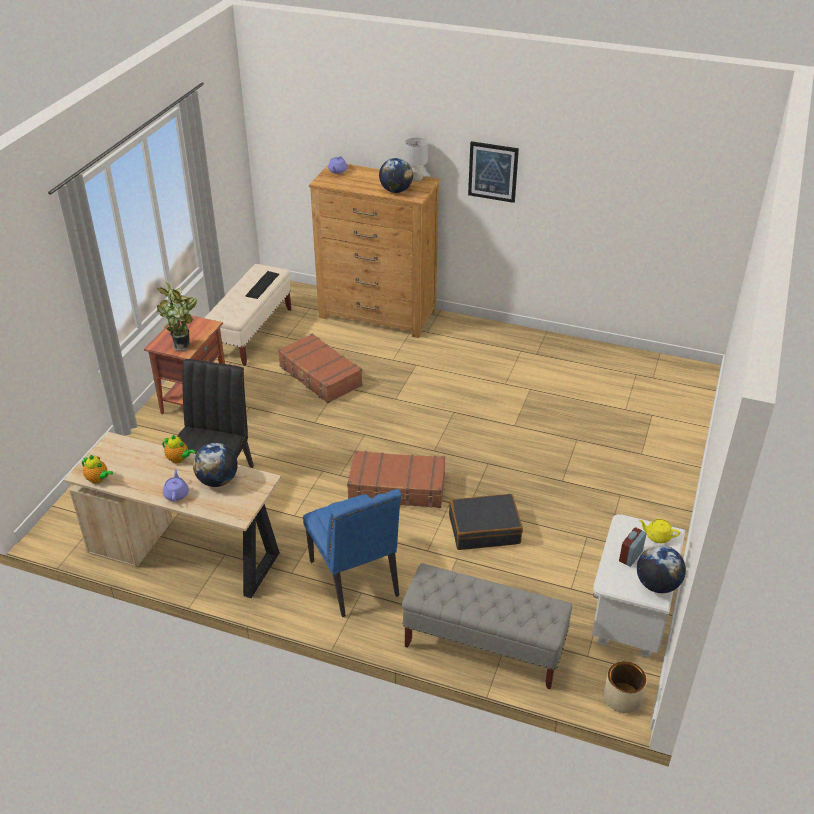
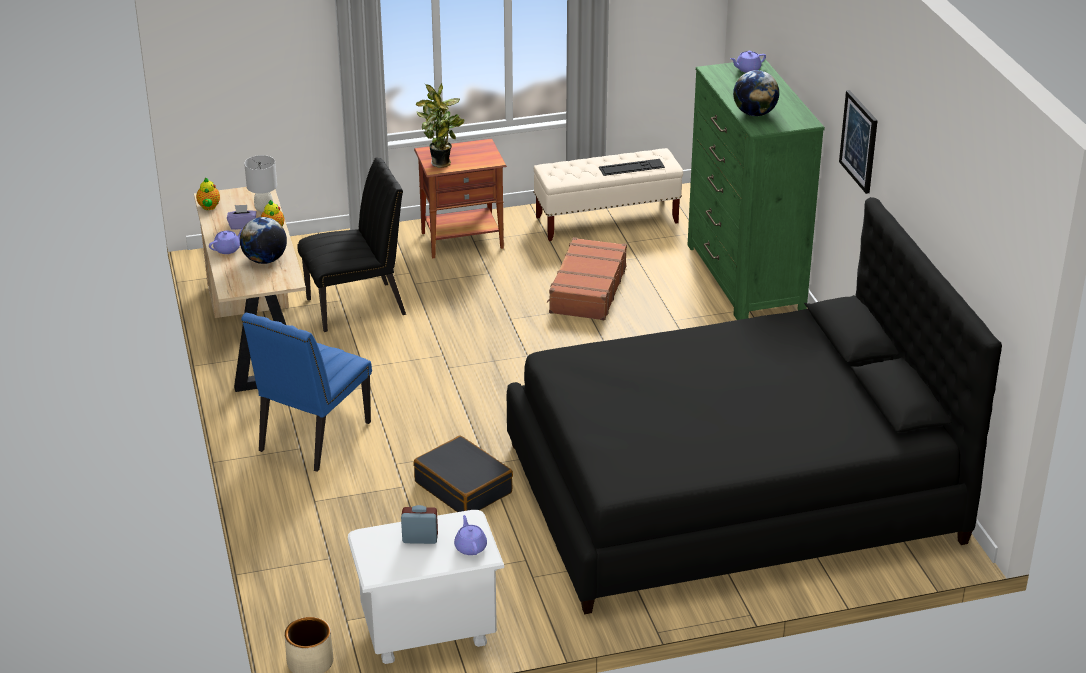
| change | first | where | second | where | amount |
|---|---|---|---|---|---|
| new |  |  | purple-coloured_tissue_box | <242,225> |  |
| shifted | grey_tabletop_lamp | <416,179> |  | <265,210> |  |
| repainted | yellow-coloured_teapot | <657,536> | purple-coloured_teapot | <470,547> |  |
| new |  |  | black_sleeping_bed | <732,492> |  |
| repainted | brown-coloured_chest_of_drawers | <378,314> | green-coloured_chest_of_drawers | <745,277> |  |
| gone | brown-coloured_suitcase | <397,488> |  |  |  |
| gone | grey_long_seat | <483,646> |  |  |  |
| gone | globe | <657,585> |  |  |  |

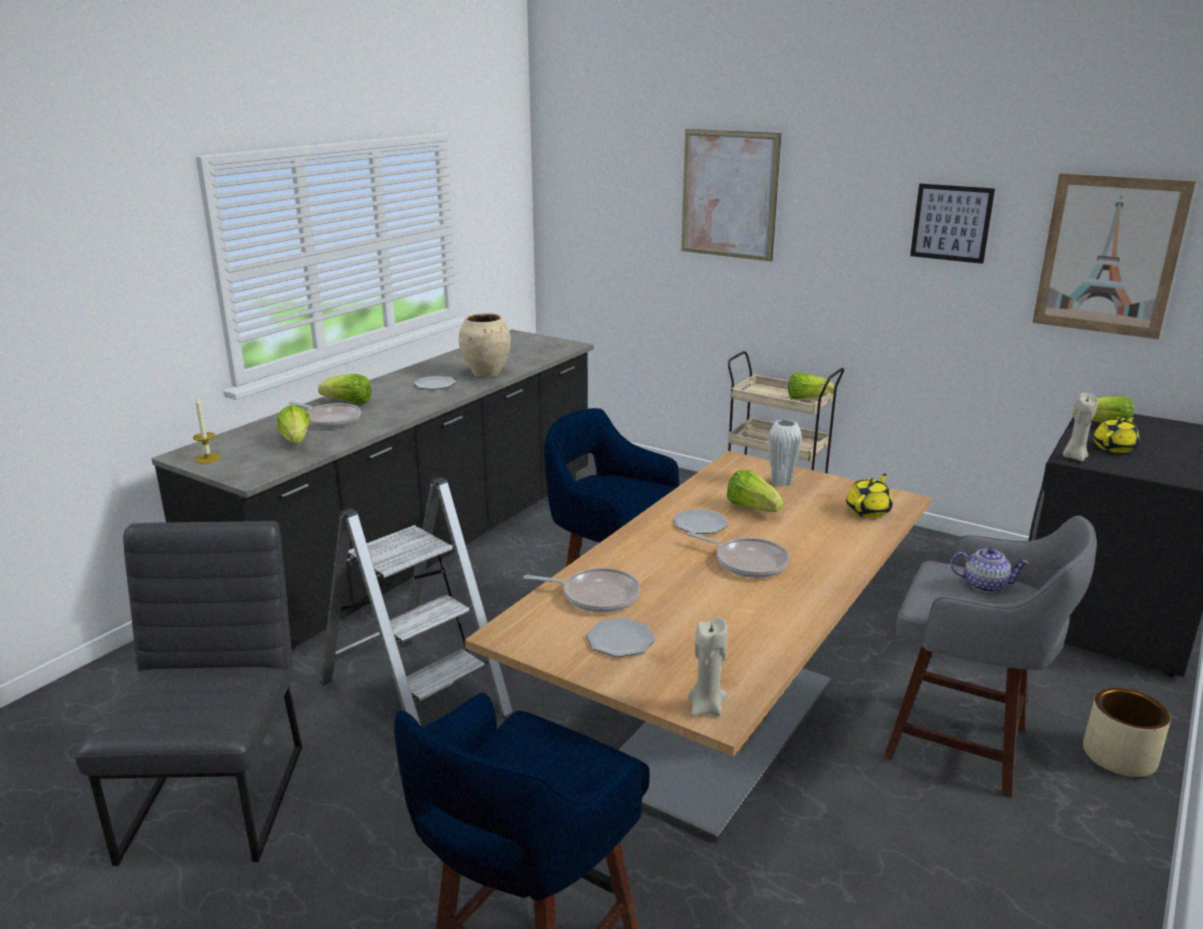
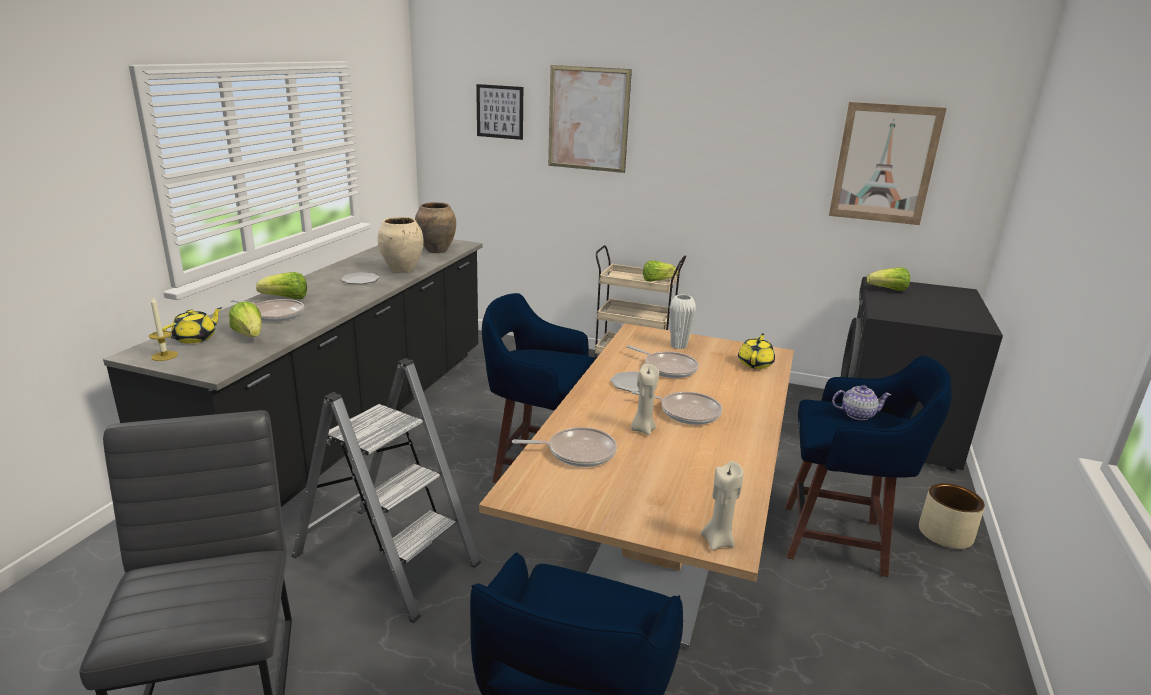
| change | first | where | second | where | amount |
|---|---|---|---|---|---|
| shifted | yellow-coloured_teapot | <1114,447> |  | <196,338> |  |
| new |  |  | brown-coloured_vase | <437,250> |  |
| shifted | wall_picture | <951,223> |  | <500,111> |  |
| swapped | head_of_lettuce | <752,508> | skillet | <667,368> |  |
| shifted | beige_wax_light | <1074,457> |  | <642,429> |  |
| repainted | grey_stool | <963,746> | bluish_stool | <839,541> |  |
| gone | dinner_plate | <621,640> |  |  |  |

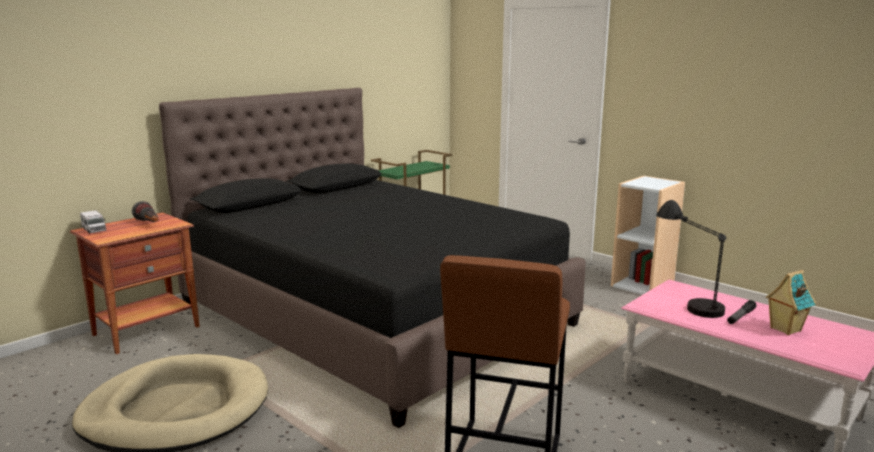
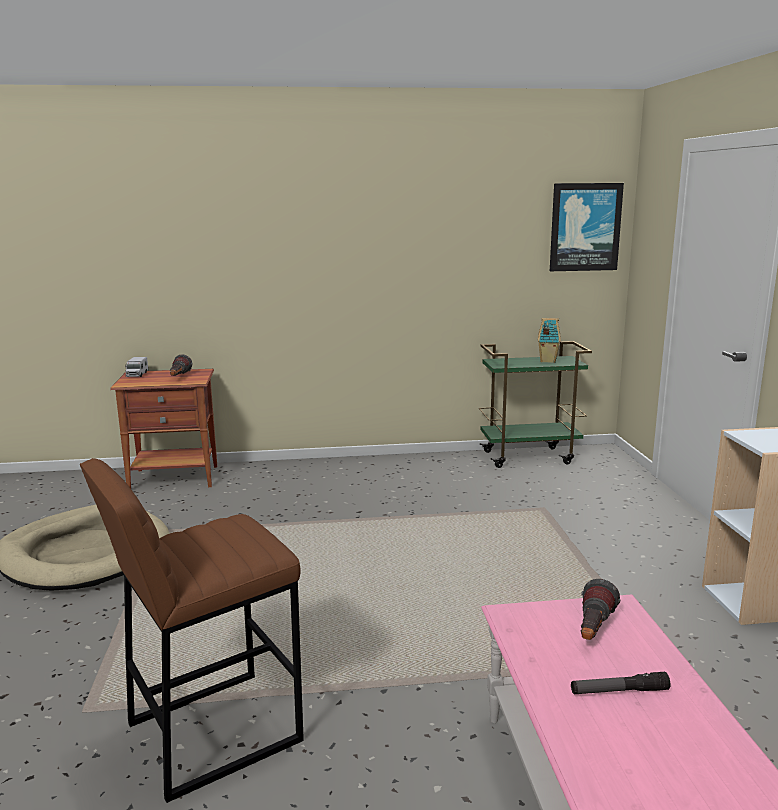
| change | first | where | second | where | amount |
|---|---|---|---|---|---|
| shifted | model_house | <784,329> |  | <547,361> |  |
| new |  |  | wall_picture | <585,227> |  |
| swapped | black_tabletop_lamp | <686,298> | torch | <593,630> |  |
| gone | black_sleeping_bed | <374,315> |  |  |  |

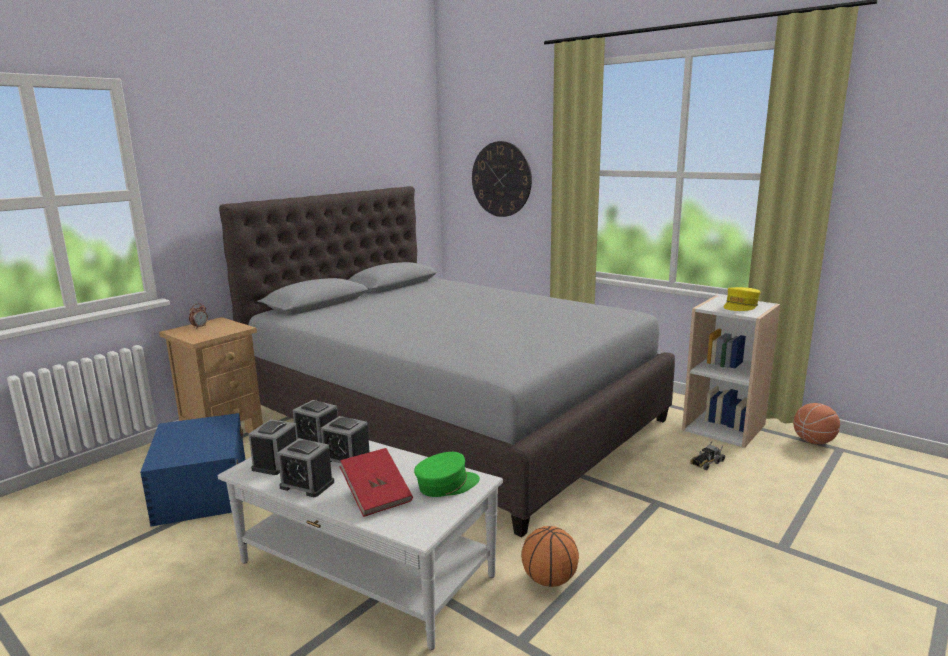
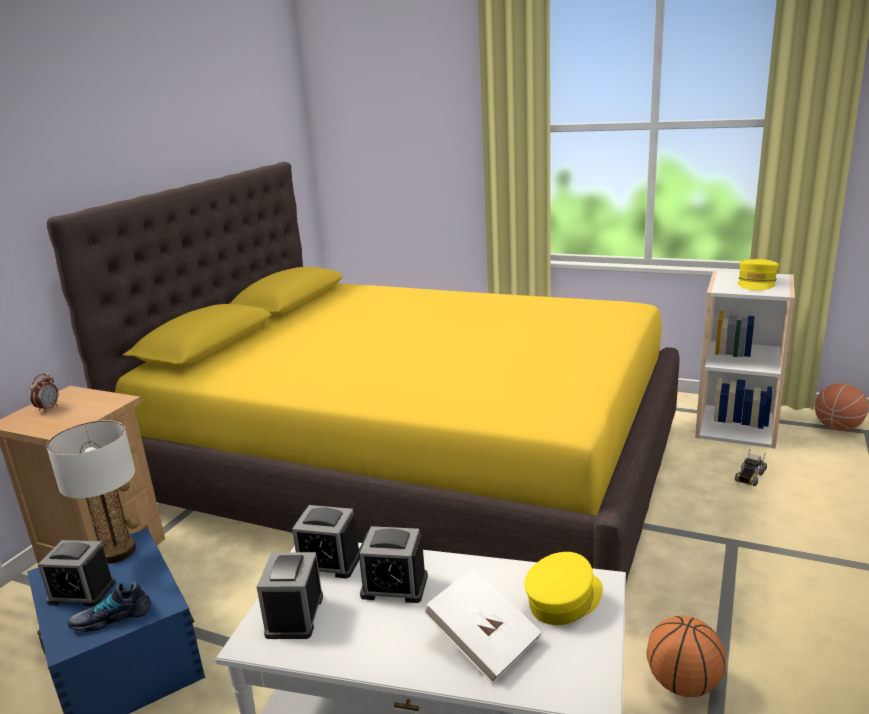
| change | first | where | second | where | amount |
|---|---|---|---|---|---|
| shifted | table_clock | <307,485> |  | <81,592> |  |
| new |  |  | tabletop_lamp | <117,551> |  |
| repainted | grey_sleeping_bed | <450,415> | yellow-coloured_sleeping_bed | <411,466> |  |
| new |  |  | item_of_footwear | <112,617> |  |
| repainted | red-coloured_bound_book | <377,496> | white_bound_book | <484,642> |  |
| repainted | green-coloured_baseball_cap | <446,485> | yellow-coloured_baseball_cap | <564,600> |  |
| gone | wall_clock | <501,179> |  |  |  |

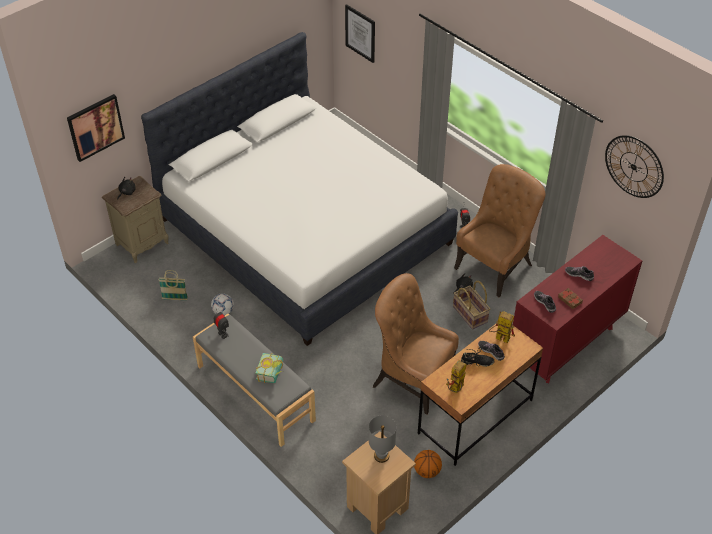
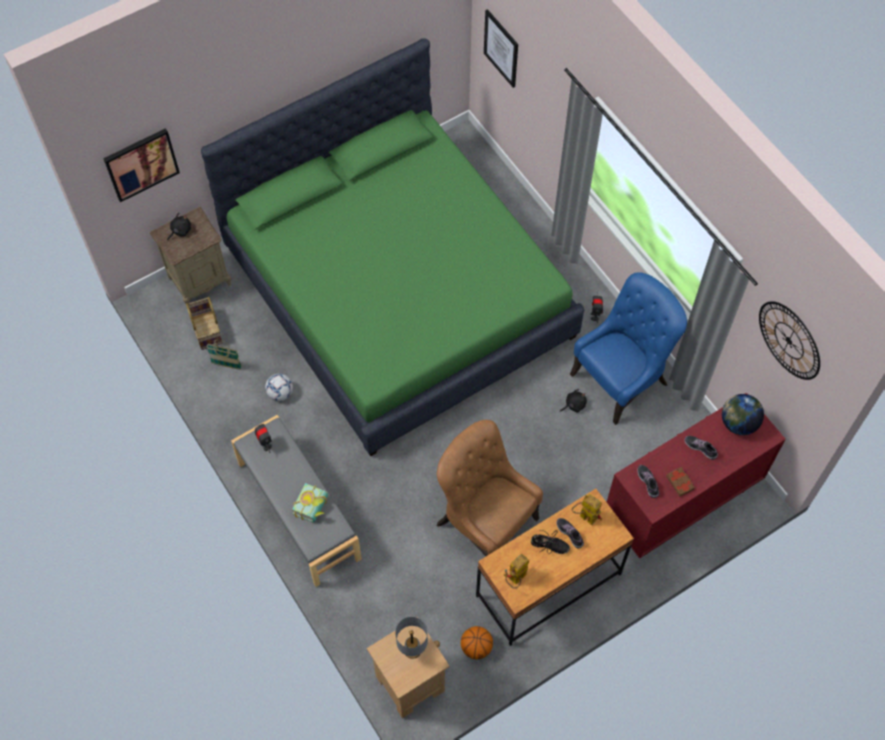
| change | first | where | second | where | amount |
|---|---|---|---|---|---|
| shifted | household_basket | <470,314> |  | <207,330> |  |
| repainted | white_sleeping_bed | <305,231> | green-coloured_sleeping_bed | <398,291> |  |
| repainted | brown-coloured_plain_chair | <494,266> | bluish_plain_chair | <620,379> |  |
| new |  |  | globe | <738,423> |  |

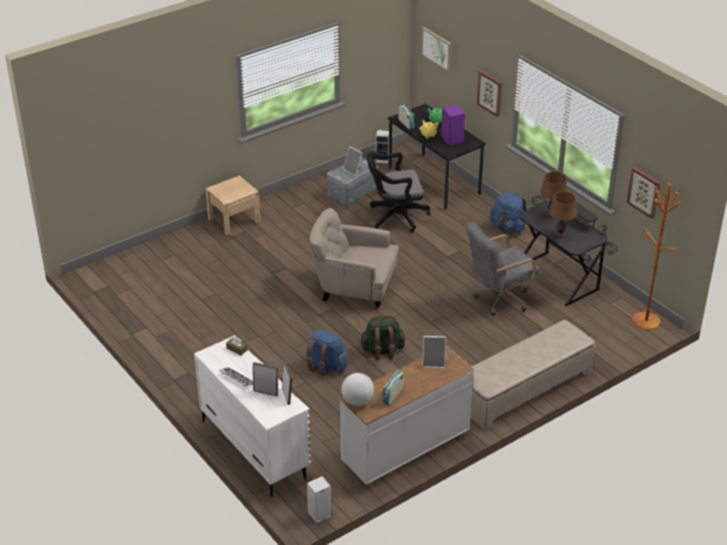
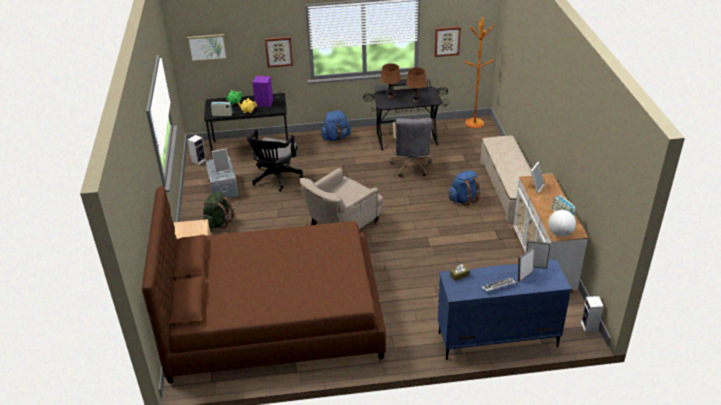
| change | first | where | second | where | amount |
|---|---|---|---|---|---|
| new |  |  | brown-coloured_sleeping_bed | <273,317> |  |
| shifted | green-coloured_knapsack | <382,351> |  | <218,222> |  |
| repainted | white_chest_of_drawers | <254,449> | bluish_chest_of_drawers | <497,339> |  |
| shifted | bluish_knapsack | <326,366> |  | <464,199> |  |

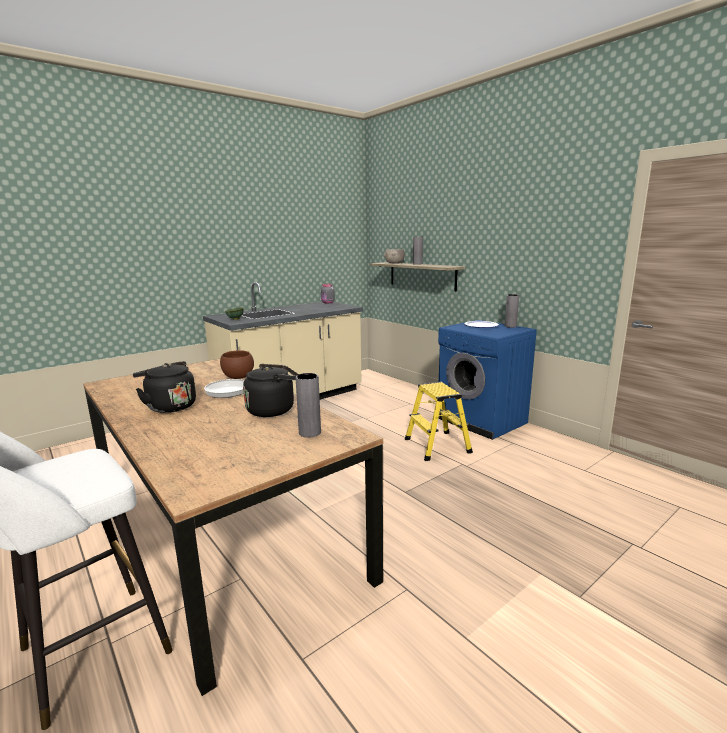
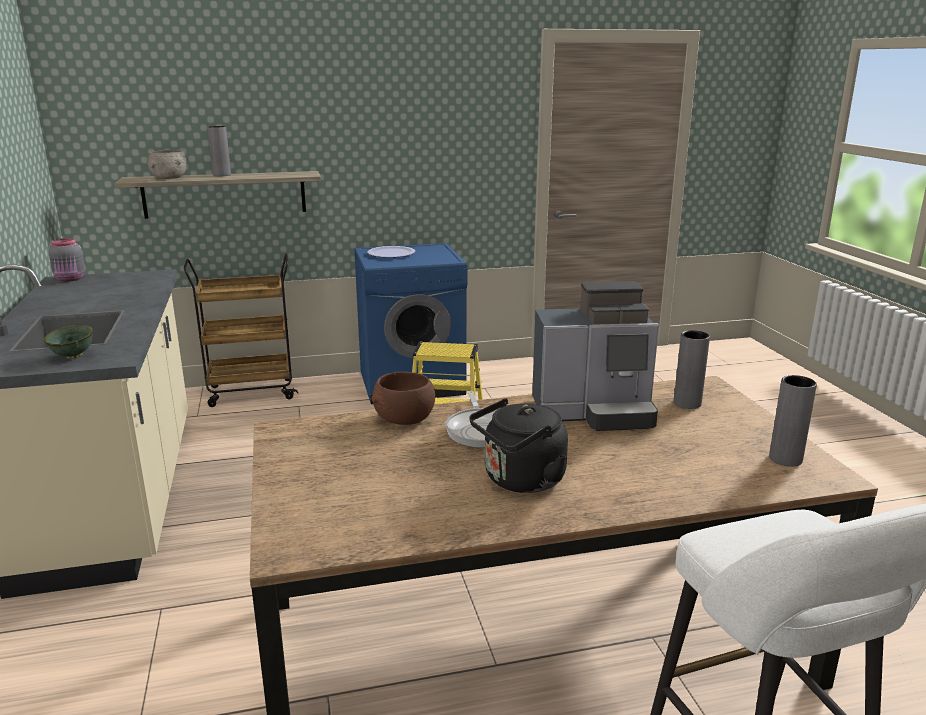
| change | first | where | second | where | amount |
|---|---|---|---|---|---|
| new |  |  | brown-coloured_wheeled_cart | <252,392> |  |
| swapped | black_water_kettle | <273,410> | coffee_maker | <595,412> |  |
| shifted | grey_vase | <510,326> |  | <785,459> |  |

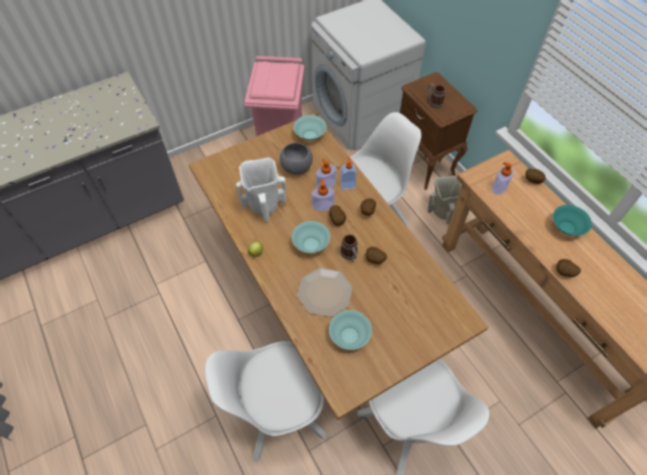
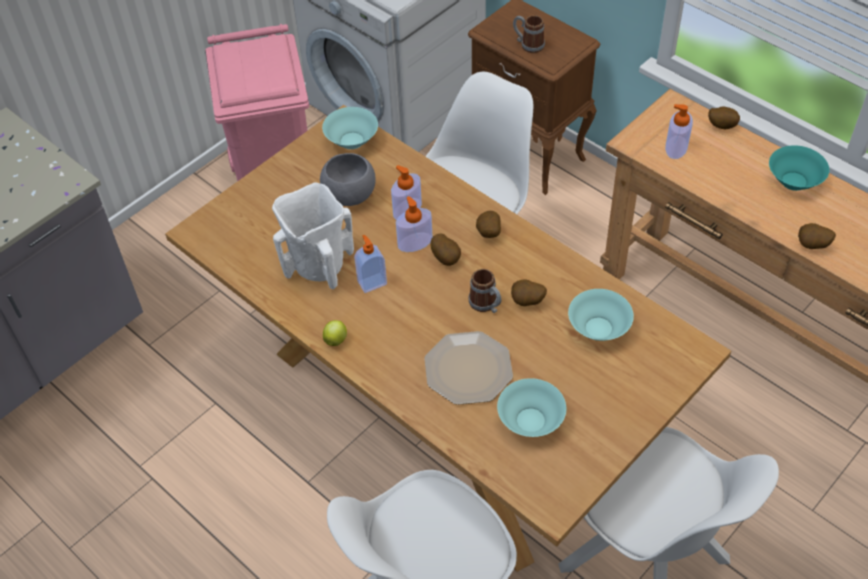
| change | first | where | second | where | amount |
|---|---|---|---|---|---|
| shifted | soap_dispenser | <347,185> |  | <371,282> |  |
| shifted | blue-green_serving_bowl | <311,244> |  | <599,329> |  |
| gone | beige_vase | <443,210> |  |  |  |

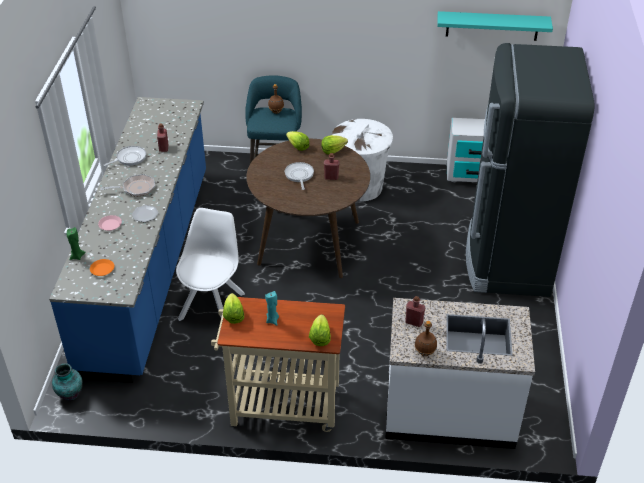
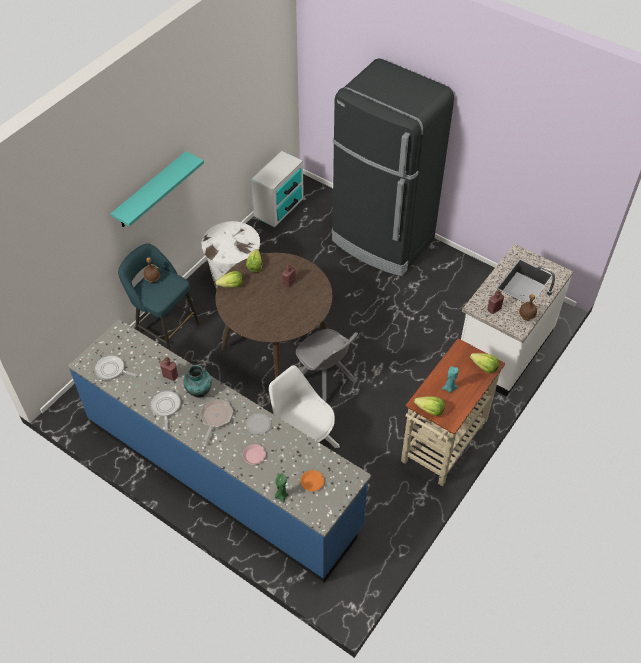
| change | first | where | second | where | amount |
|---|---|---|---|---|---|
| shifted | skillet | <299,175> |  | <111,370> |  |
| shifted | blue-green_wall_shelf | <492,26> |  | <151,191> |  |
| shifted | vase | <70,394> |  | <199,392> |  |
| new |  |  | grey_plain_chair | <325,382> |  |

